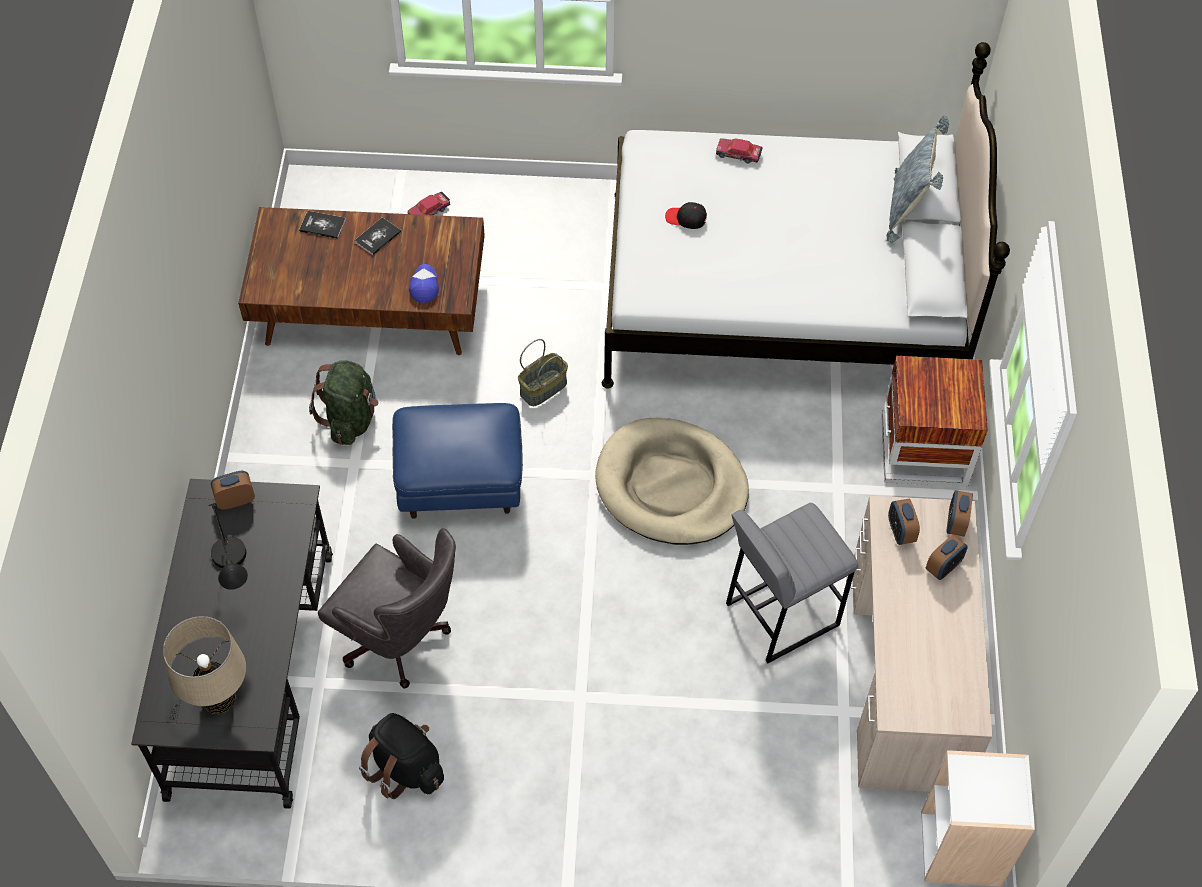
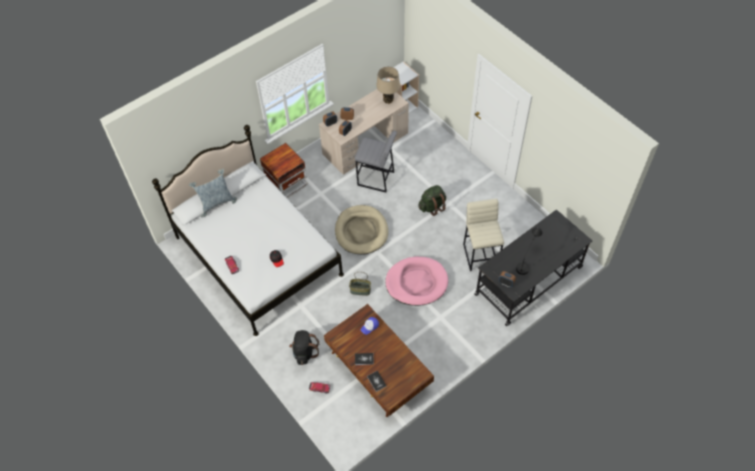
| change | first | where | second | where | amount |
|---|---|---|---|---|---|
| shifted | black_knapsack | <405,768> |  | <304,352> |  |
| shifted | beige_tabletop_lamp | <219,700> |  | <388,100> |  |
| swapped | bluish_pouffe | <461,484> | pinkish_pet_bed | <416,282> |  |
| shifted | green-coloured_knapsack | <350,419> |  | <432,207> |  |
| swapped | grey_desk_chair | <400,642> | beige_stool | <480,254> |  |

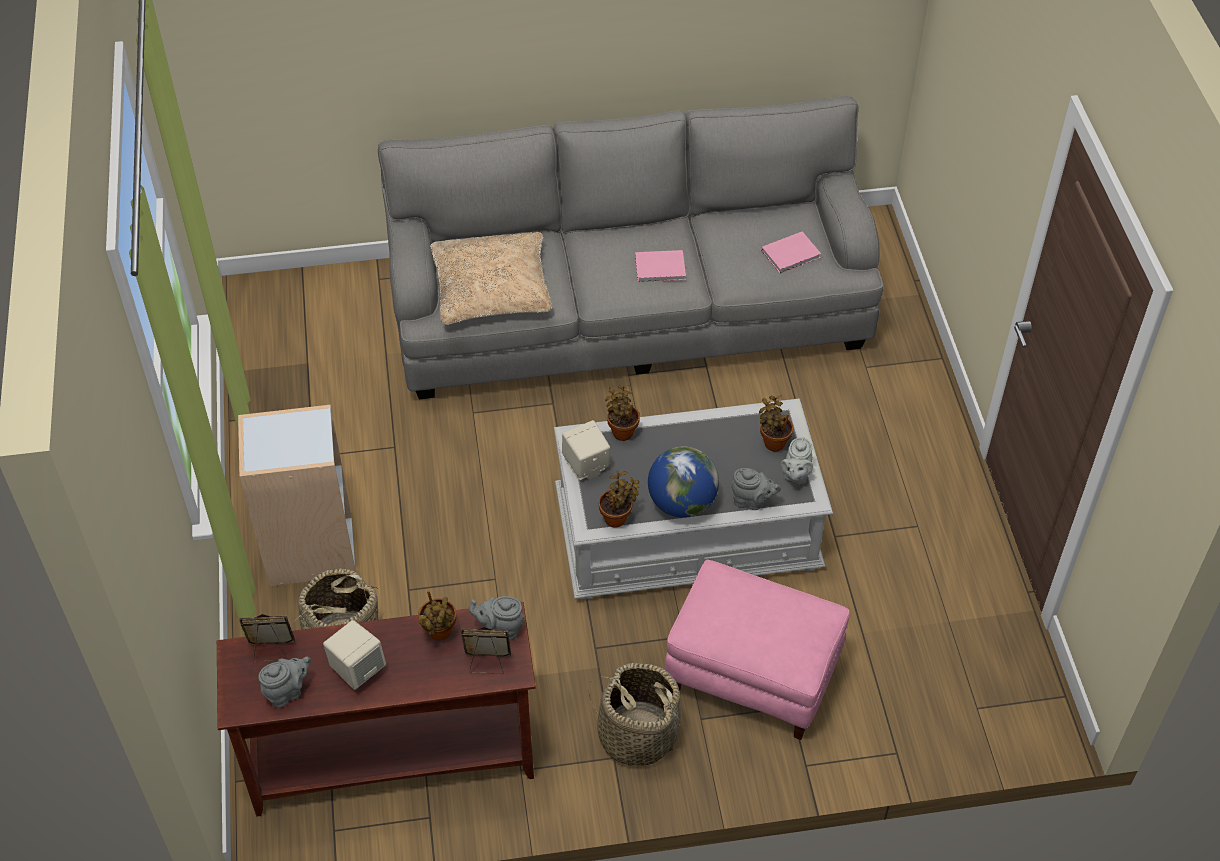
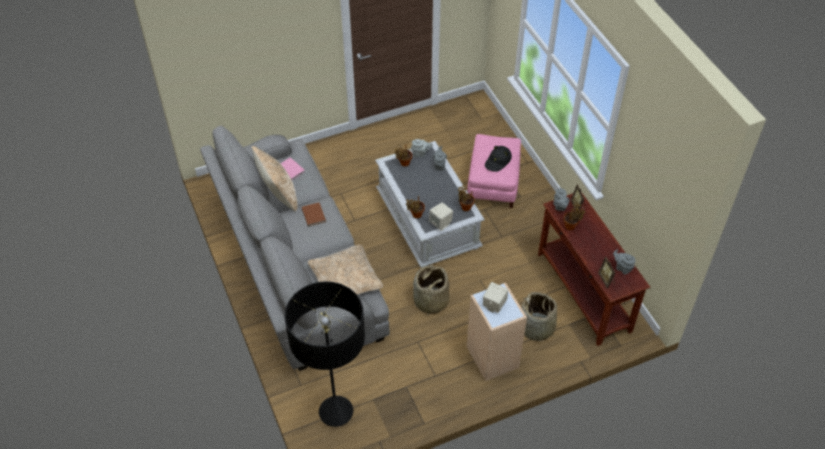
| change | first | where | second | where | amount |
|---|---|---|---|---|---|
| new |  |  | beige_cushion | <278,196> |  |
| new |  |  | black_standard_lamp | <336,413> |  |
| repainted | pinkish_bound_book | <661,268> | brown-coloured_bound_book | <314,214> |  |
| shifted | household_basket | <637,734> |  | <430,301> |  |
| shifted | beige_audio_speaker | <358,669> |  | <494,305> |  |
| new |  |  | black_wearable_hat | <498,161> |  |
| gone | globe | <682,503> |  |  |  |

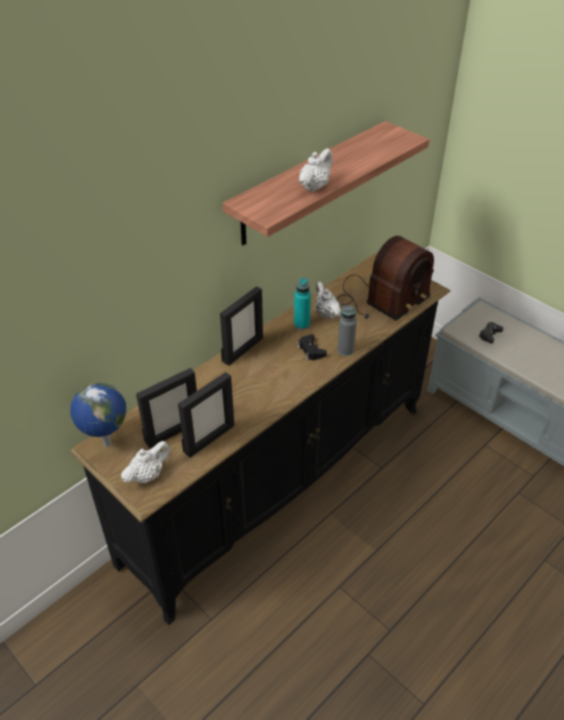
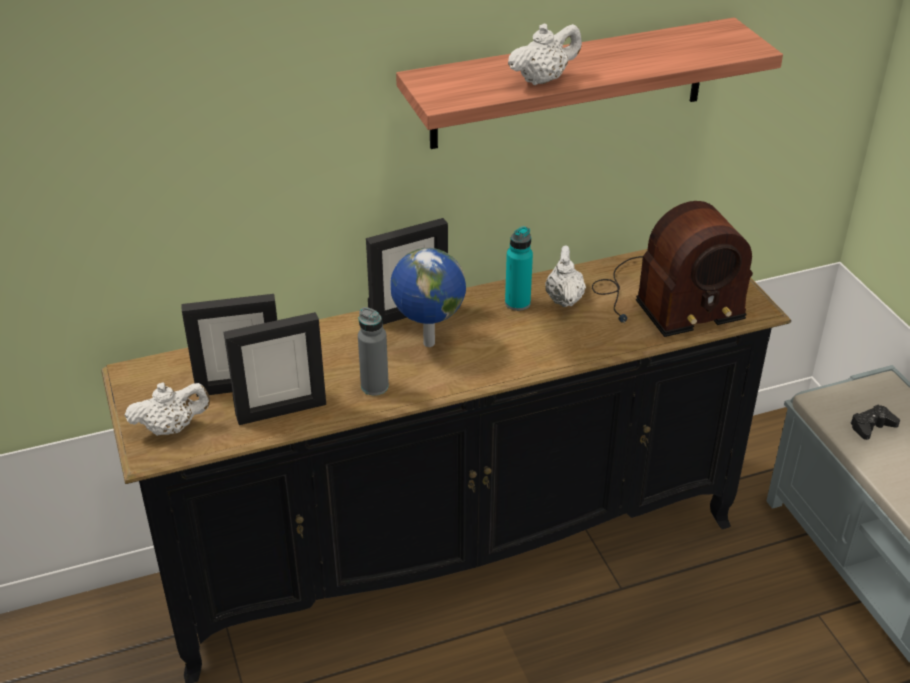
| change | first | where | second | where | amount |
|---|---|---|---|---|---|
| shifted | grey_beverage_bottle | <345,350> |  | <374,386> |  |
| shifted | globe | <106,444> |  | <427,343> |  |
| gone | black_game_controller | <311,350> |  |  |  |

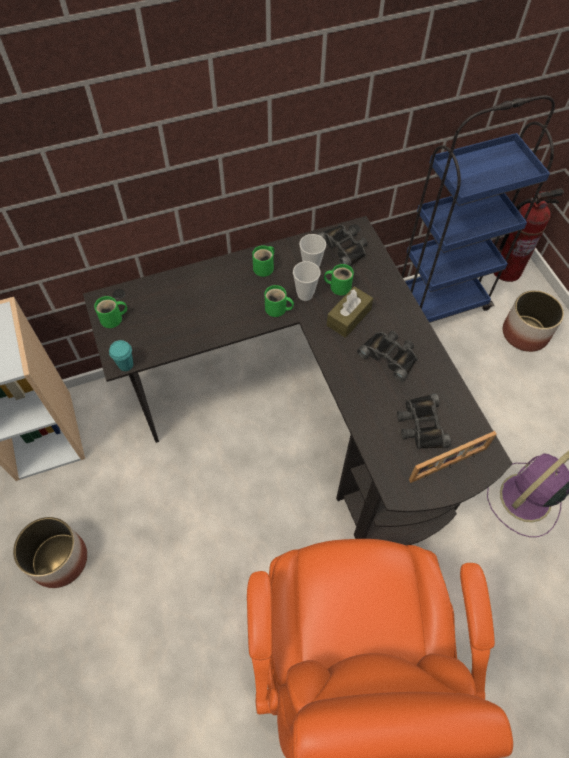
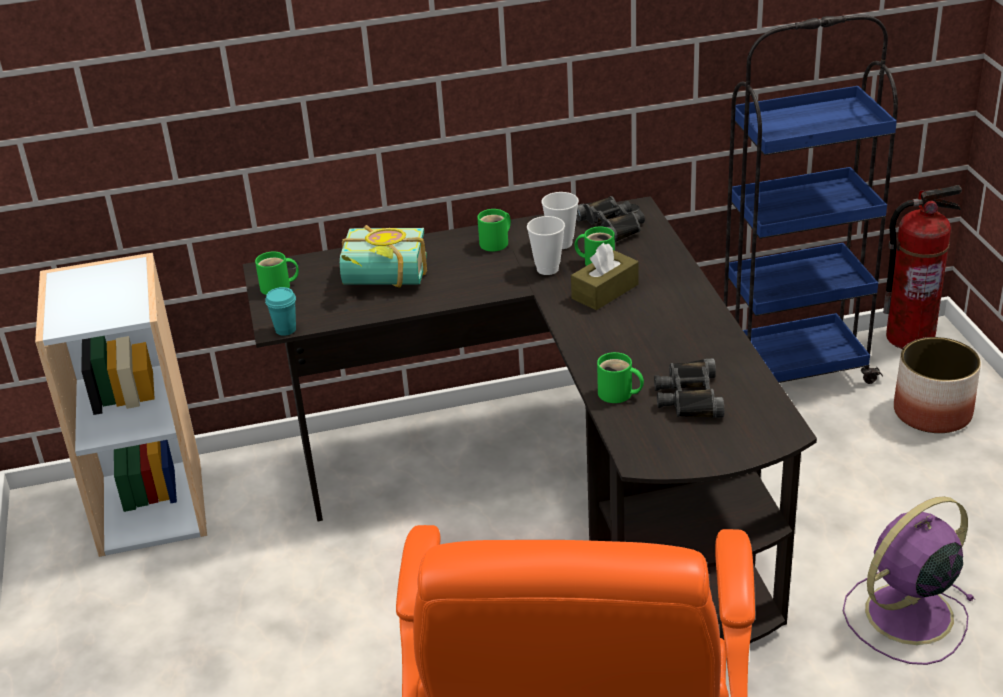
| change | first | where | second | where | amount |
|---|---|---|---|---|---|
| new |  |  | bound_book | <384,281> |  |
| shifted | green-coloured_tea_mug | <277,309> |  | <618,394> |  |
| gone | flower_pot | <59,559> |  |  |  |
| gone | black_pair_of_binoculars | <389,356> |  |  |  |
| gone | picture_frame | <448,465> |  |  |  |

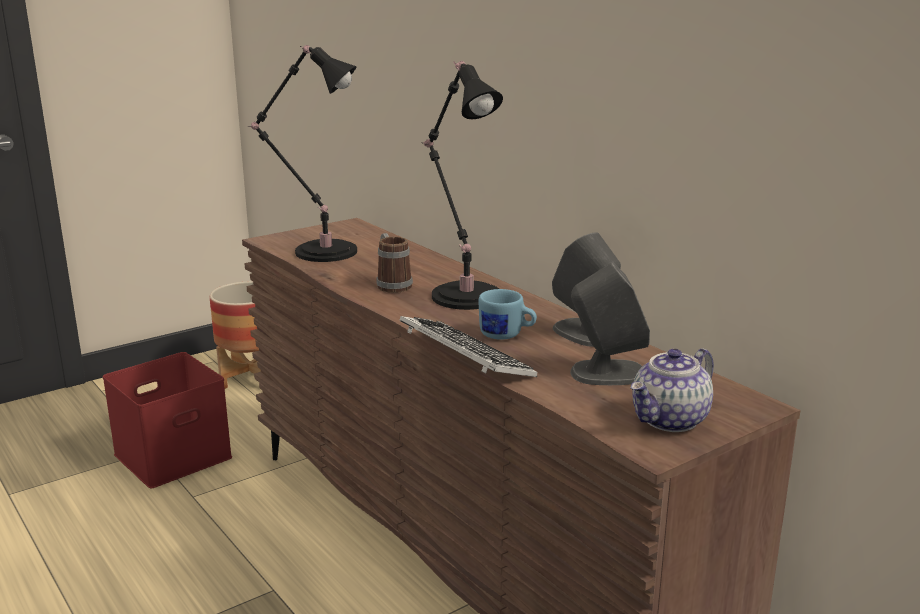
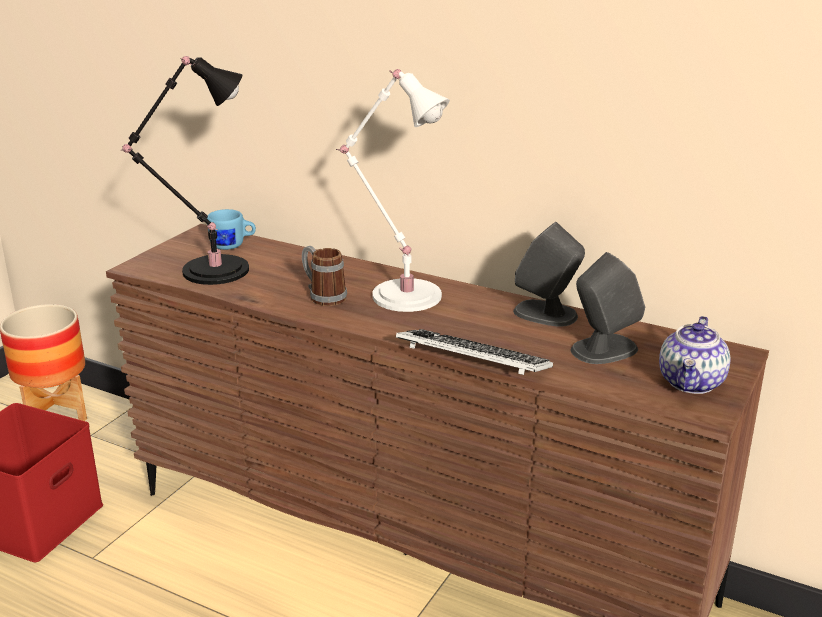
| change | first | where | second | where | amount |
|---|---|---|---|---|---|
| shifted | bluish_tea_mug | <507,336> |  | <233,246> |  |
| repainted | black_tabletop_lamp | <463,294> | white_tabletop_lamp | <402,294> |  |

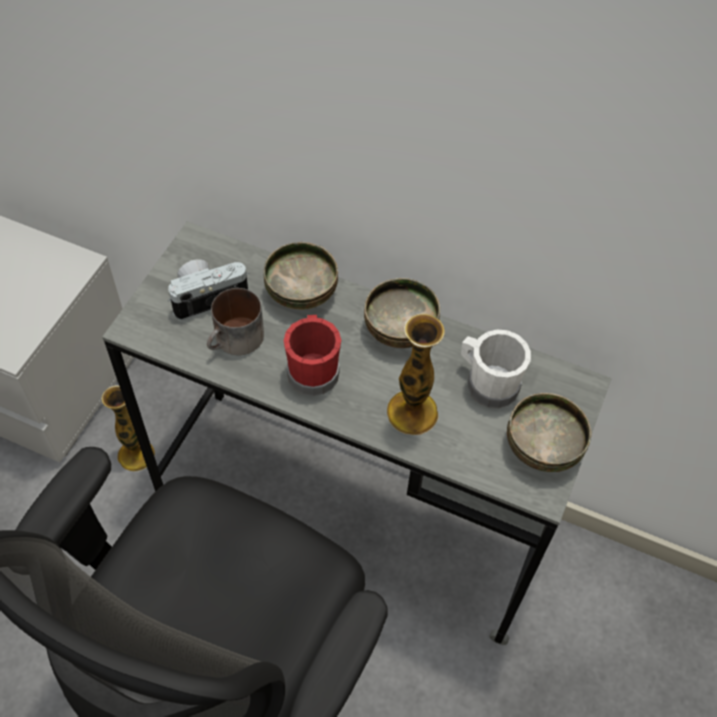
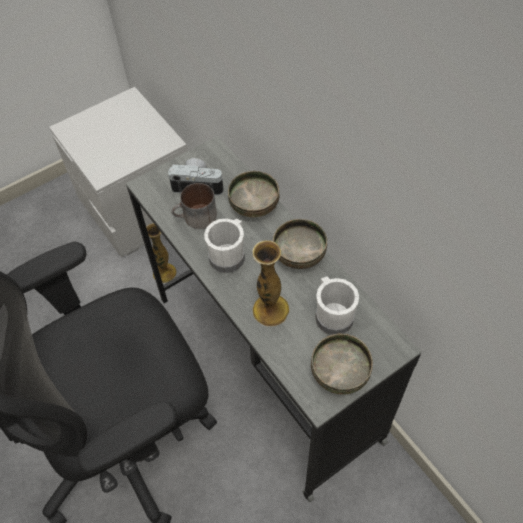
| change | first | where | second | where | amount |
|---|---|---|---|---|---|
| repainted | red-coloured_tea_mug | <313,368> | white_tea_mug | <229,255> |  |

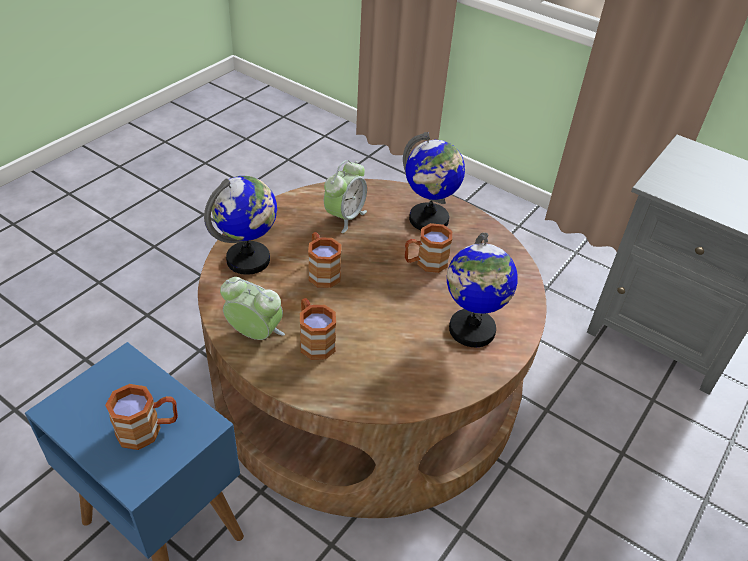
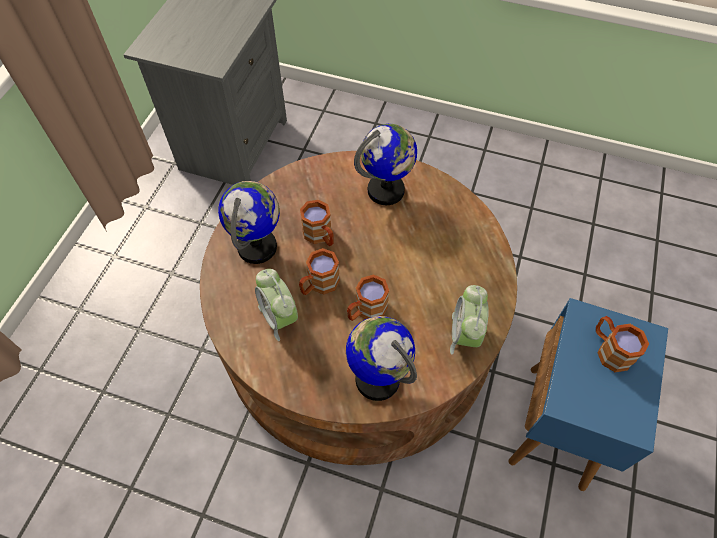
| change | first | where | second | where | amount |
|---|---|---|---|---|---|
| rotated | table_clock | <344,217> |  | <279,317> | 135 degrees counterclockwise |
| shifted | brown-coloured_tea_mug | <314,340> |  | <319,285> |  |

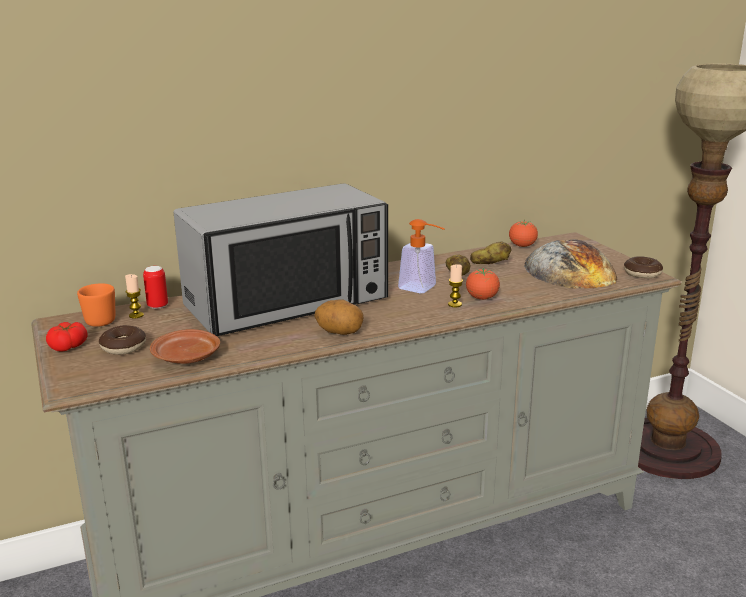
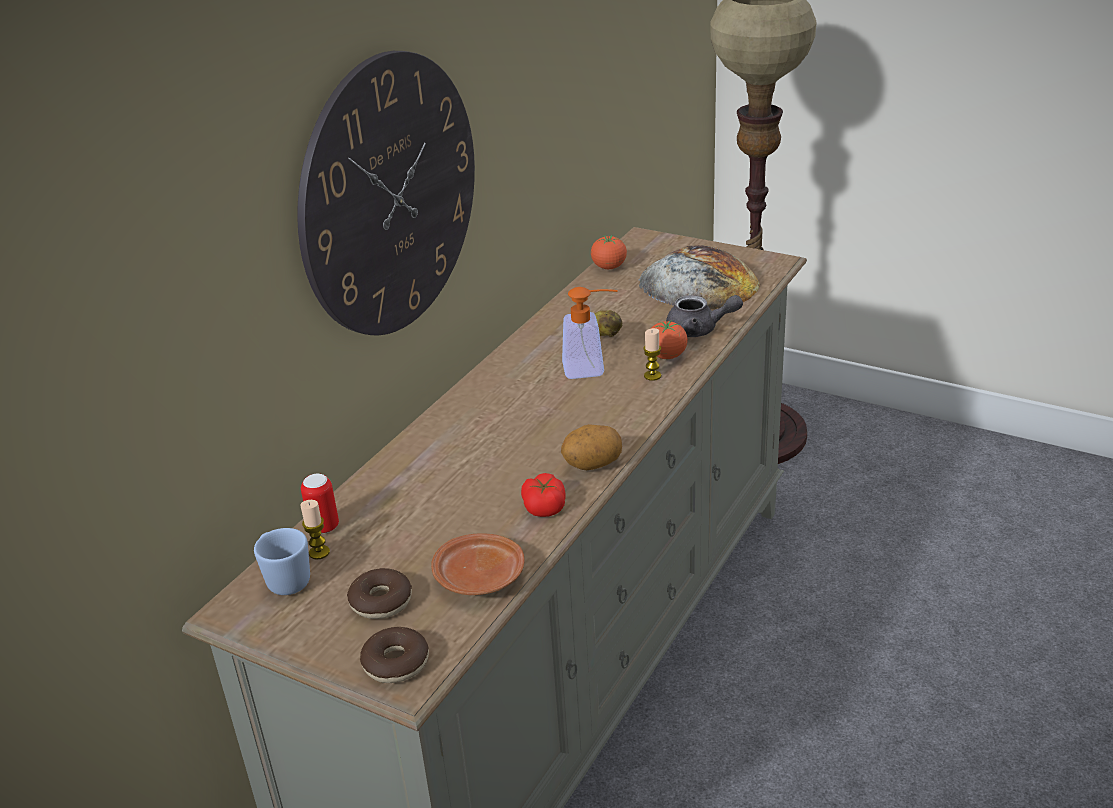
| change | first | where | second | where | amount |
|---|---|---|---|---|---|
| repainted | orangey_tea_mug | <102,319> | bluish_tea_mug | <285,579> |  |
| new |  |  | wall_clock | <390,196> |  |
| shifted | donut | <642,273> |  | <396,663> |  |
| shifted | fresh_tomato | <68,346> |  | <544,506> |  |
| new |  |  | grey_teapot | <699,330> |  |
| gone | kitchen_microwave | <288,303> |  |  |  |
| gone | spud | <490,264> |  |  |  |

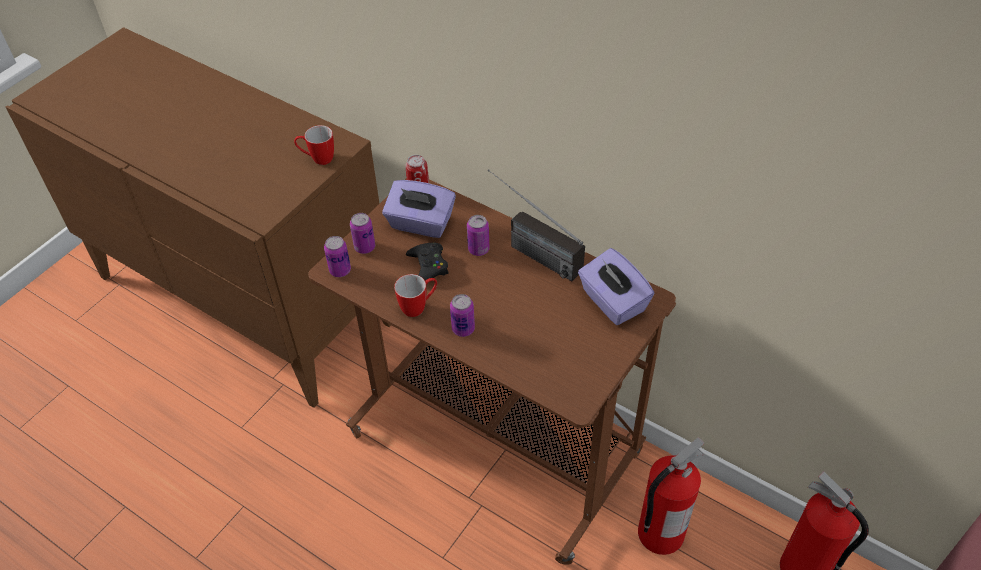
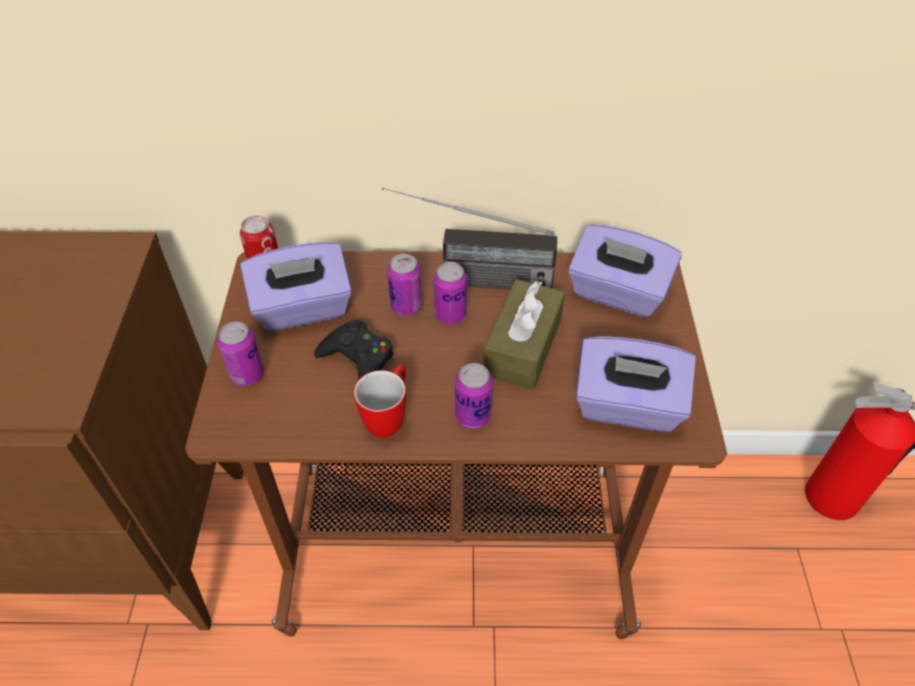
| change | first | where | second | where | amount |
|---|---|---|---|---|---|
| shifted | can | <340,270> |  | <450,314> |  |
| new |  |  | brown-coloured_tissue_box | <523,347> |  |
| new |  |  | purple-coloured_tissue_box | <627,406> |  |
| gone | tea_mug | <317,159> |  |  |  |
| gone | fire_extinguisher | <659,533> |  |  |  |

